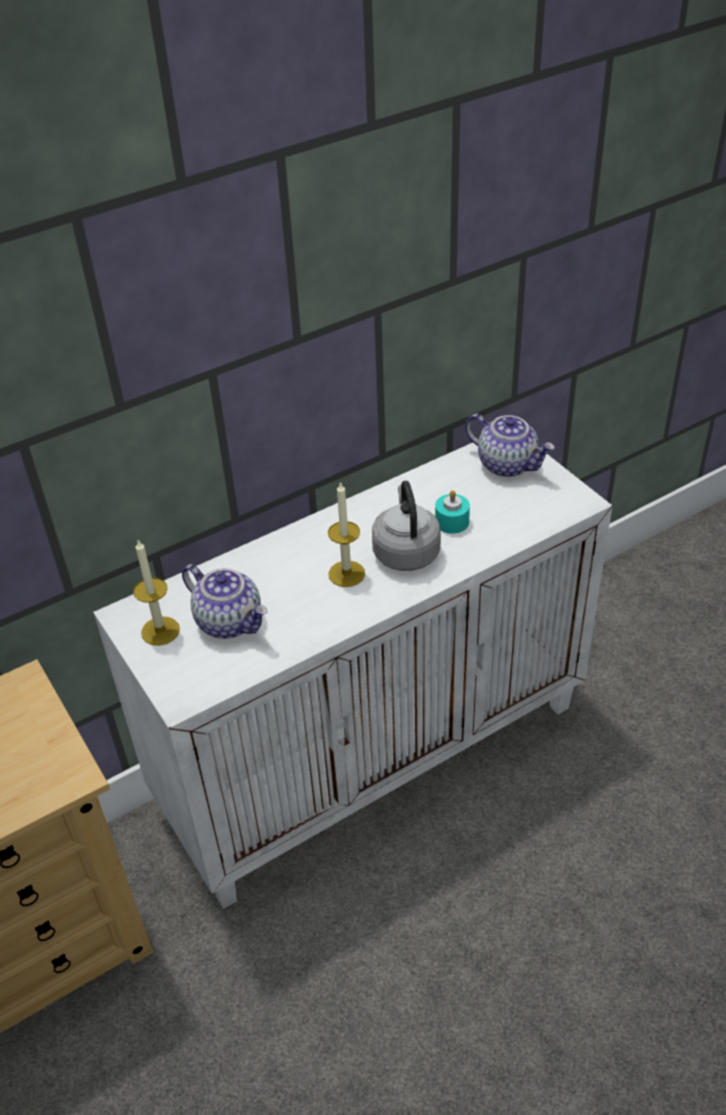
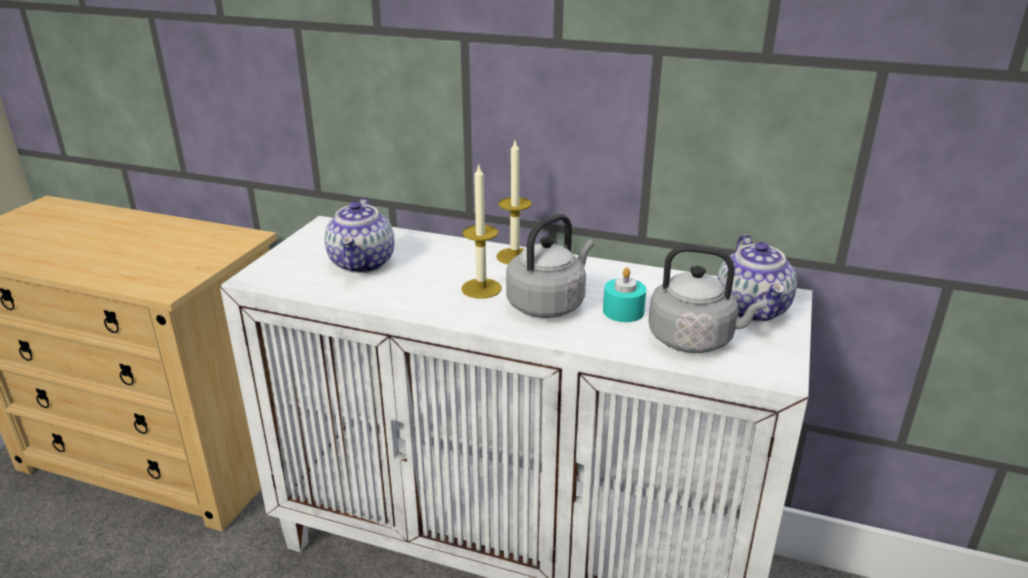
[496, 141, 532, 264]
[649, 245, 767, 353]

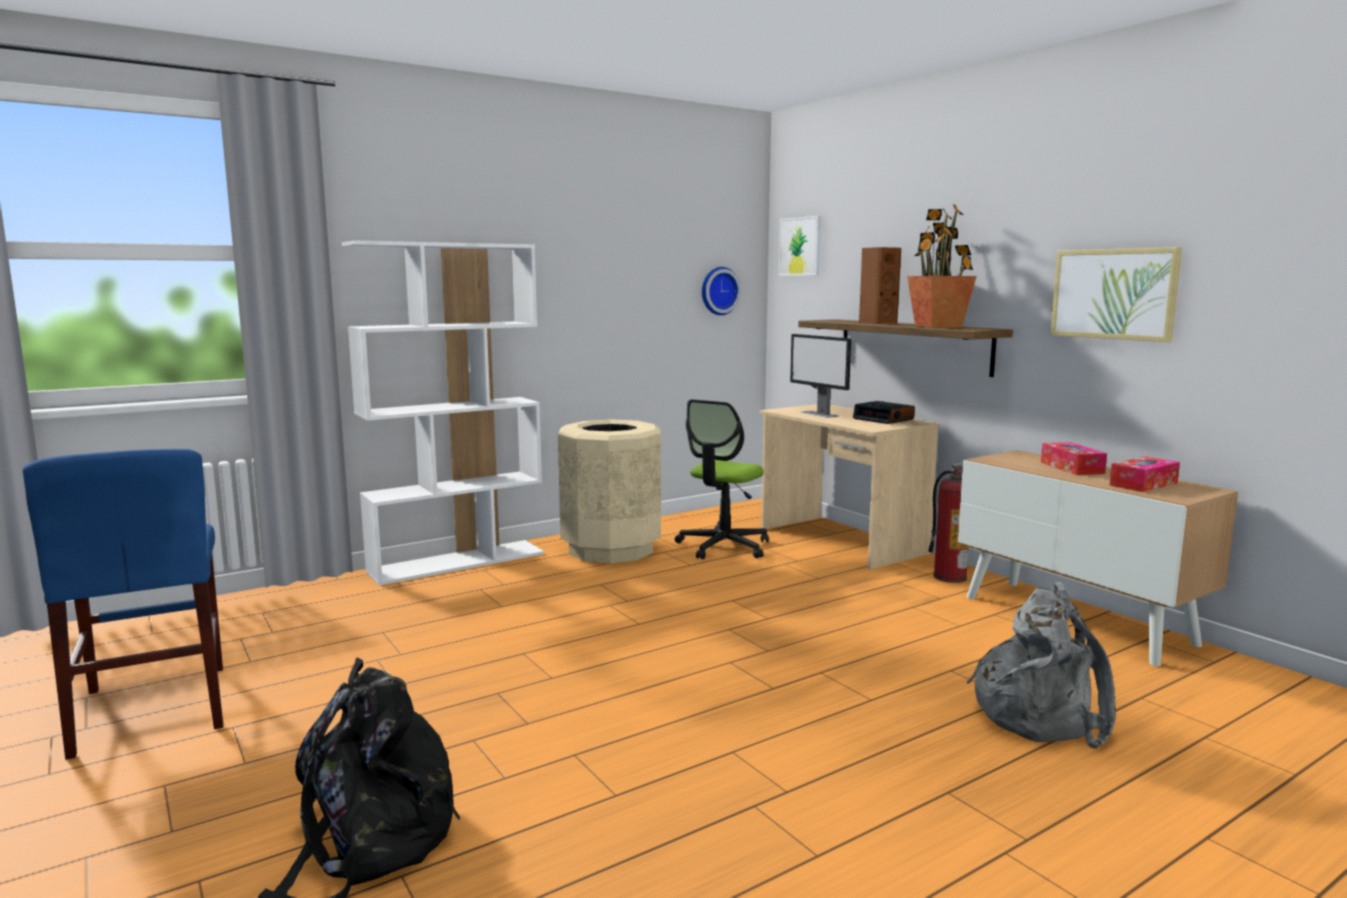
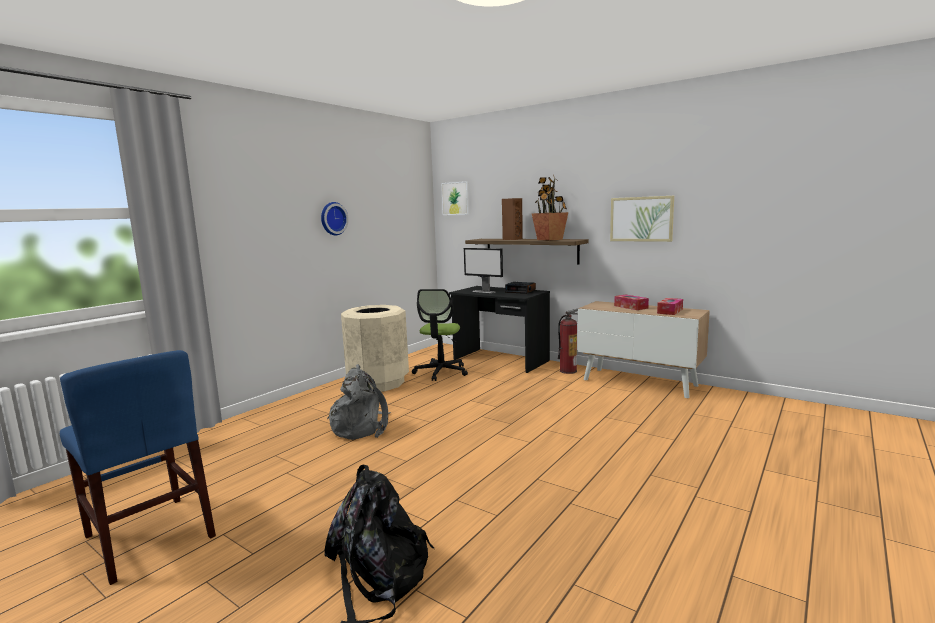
[321, 202, 349, 235]
[327, 364, 391, 440]
[449, 286, 550, 373]
[342, 241, 544, 586] (first image)

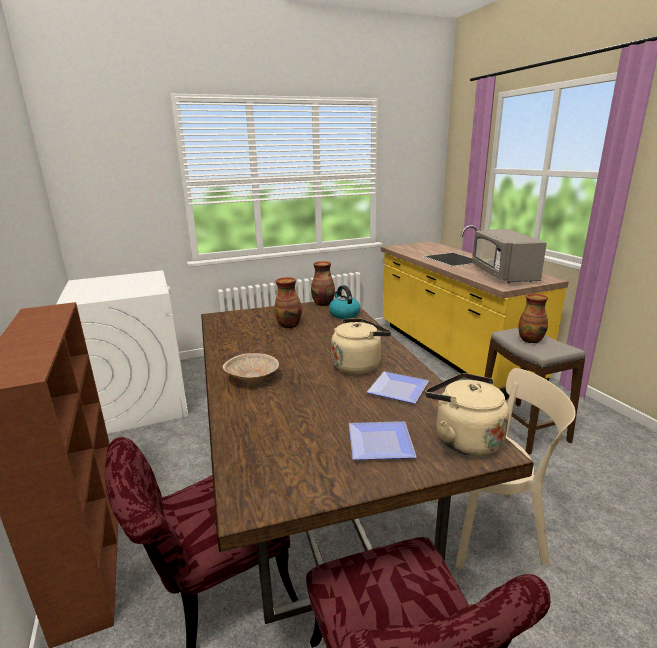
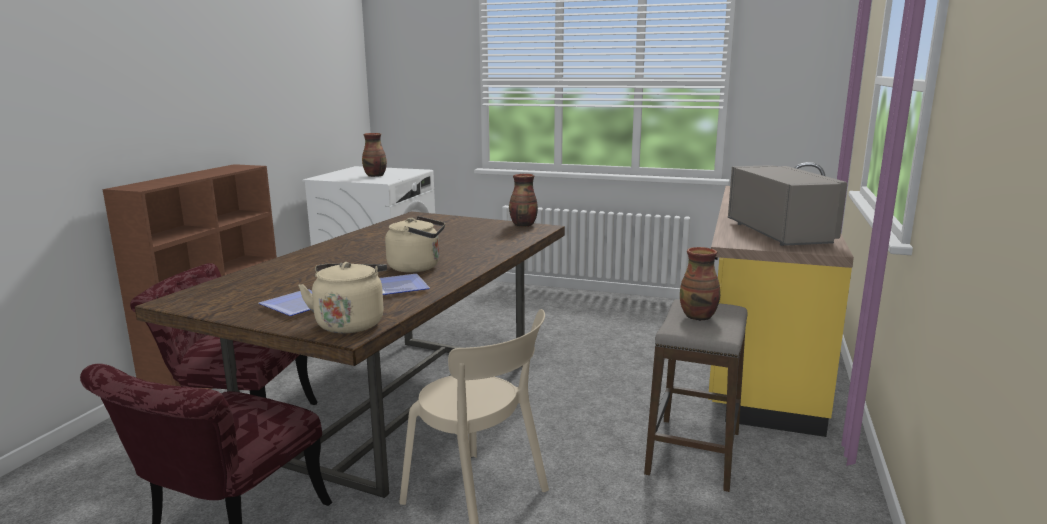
[362, 133, 387, 177]
[728, 165, 847, 246]
[223, 353, 279, 381] (first image)
[329, 285, 360, 319] (first image)

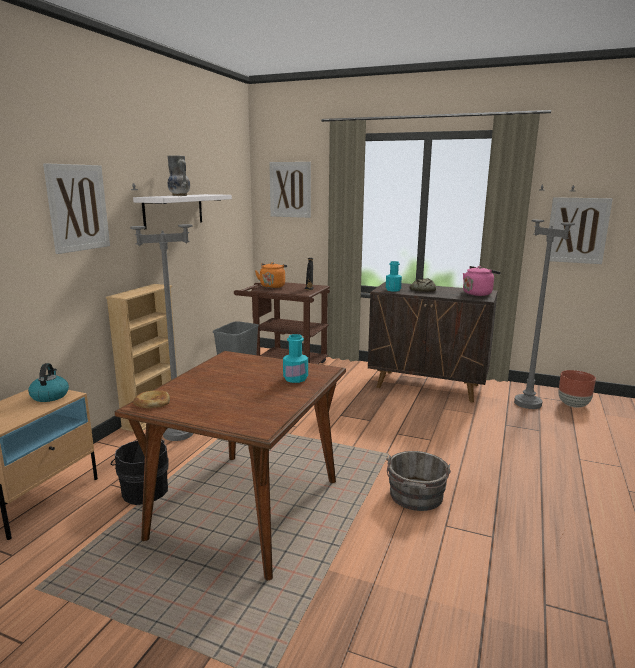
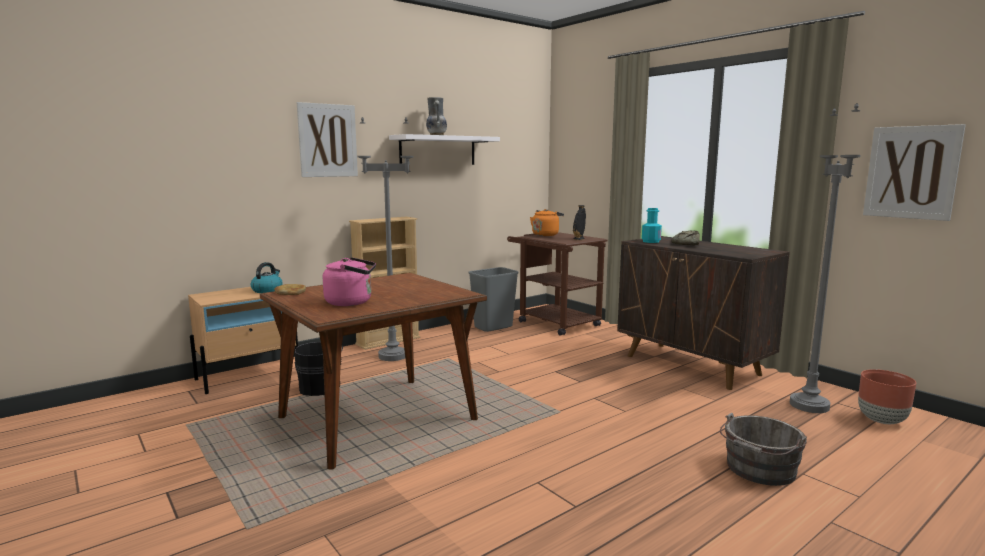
[323, 257, 376, 306]
[720, 413, 807, 486]
[269, 162, 311, 218] (first image)
[283, 334, 308, 383] (first image)

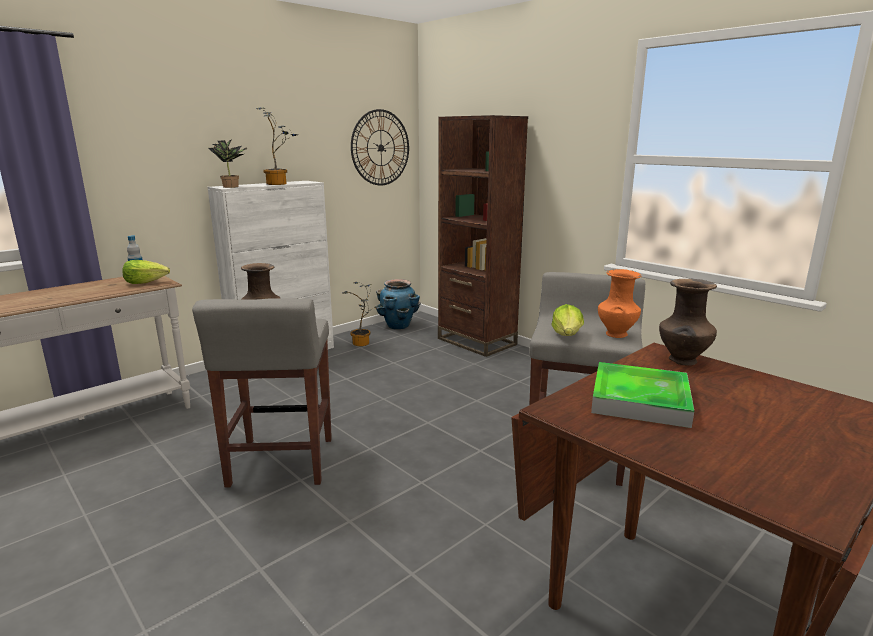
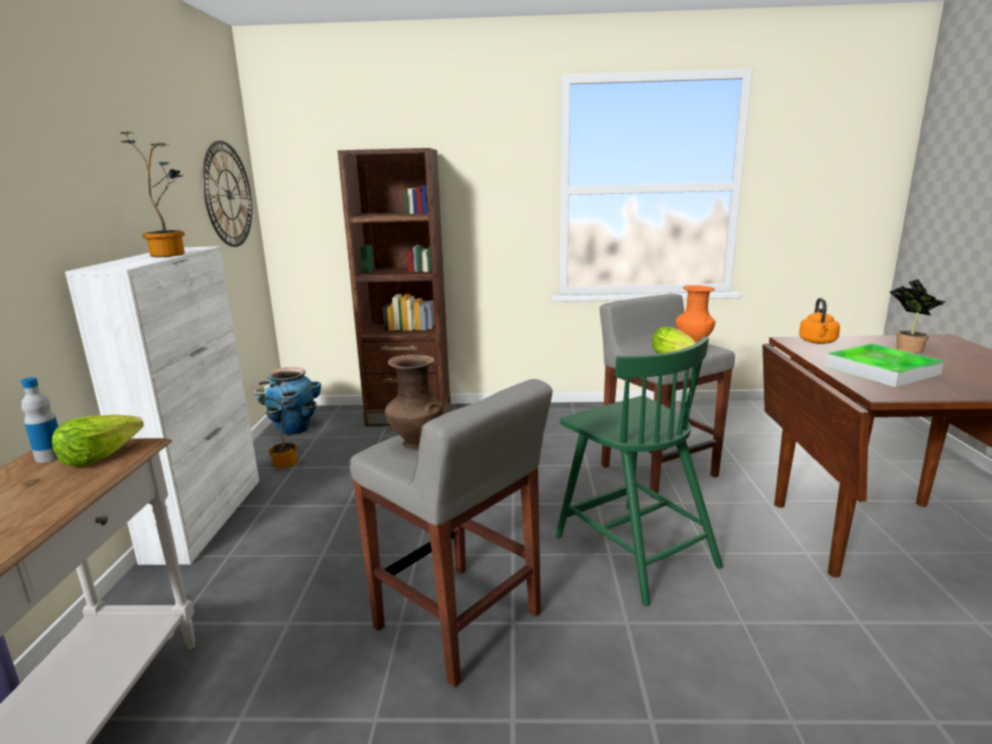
[556, 337, 723, 606]
[799, 298, 840, 344]
[890, 279, 946, 353]

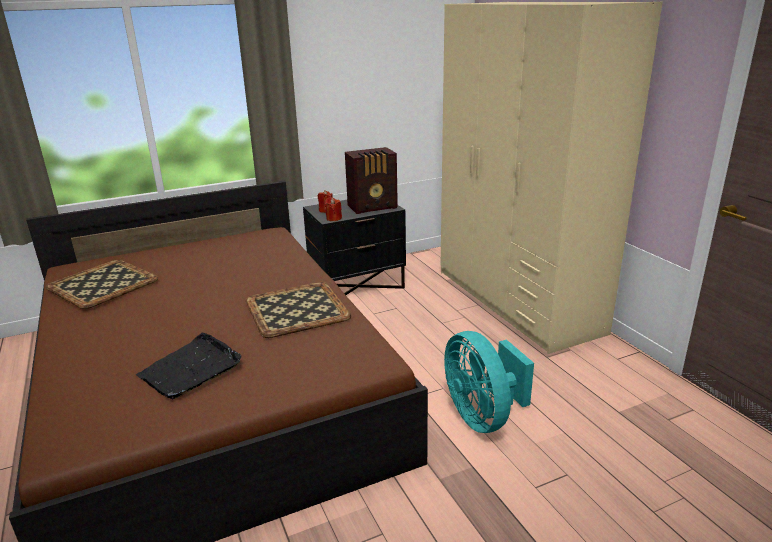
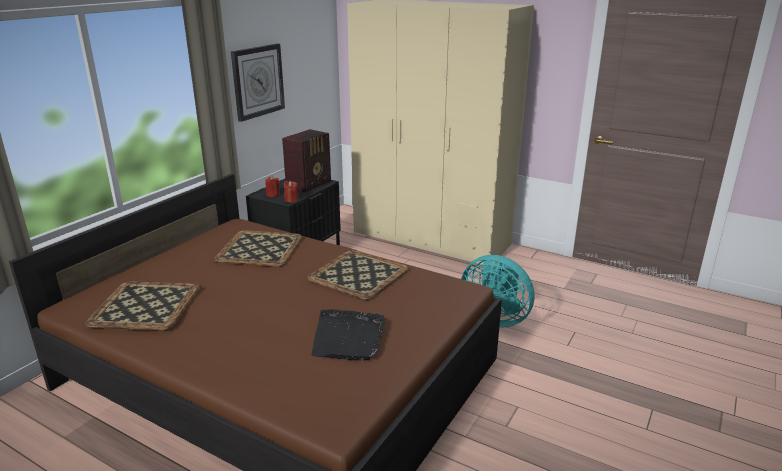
[214, 230, 302, 267]
[231, 44, 285, 122]

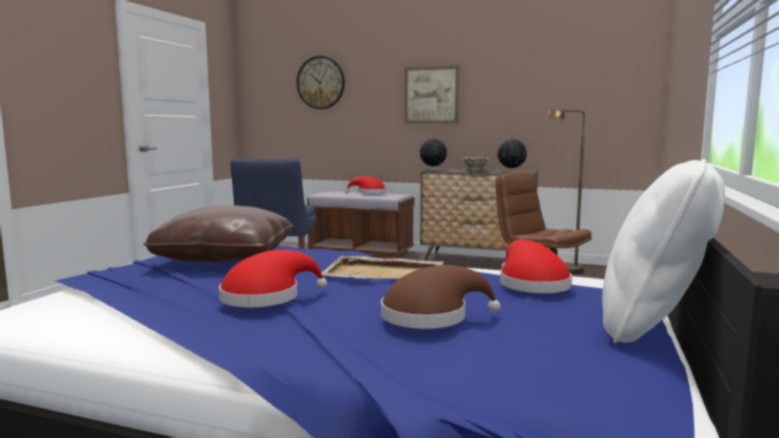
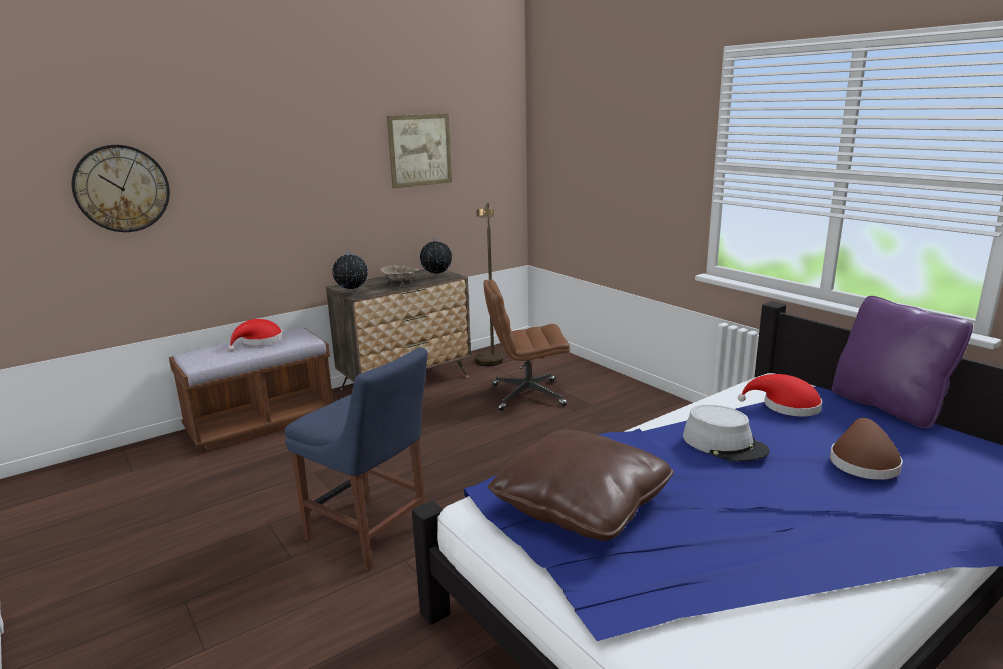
[387, 114, 452, 188]
[683, 405, 770, 462]
[832, 296, 973, 429]
[219, 250, 327, 307] (first image)

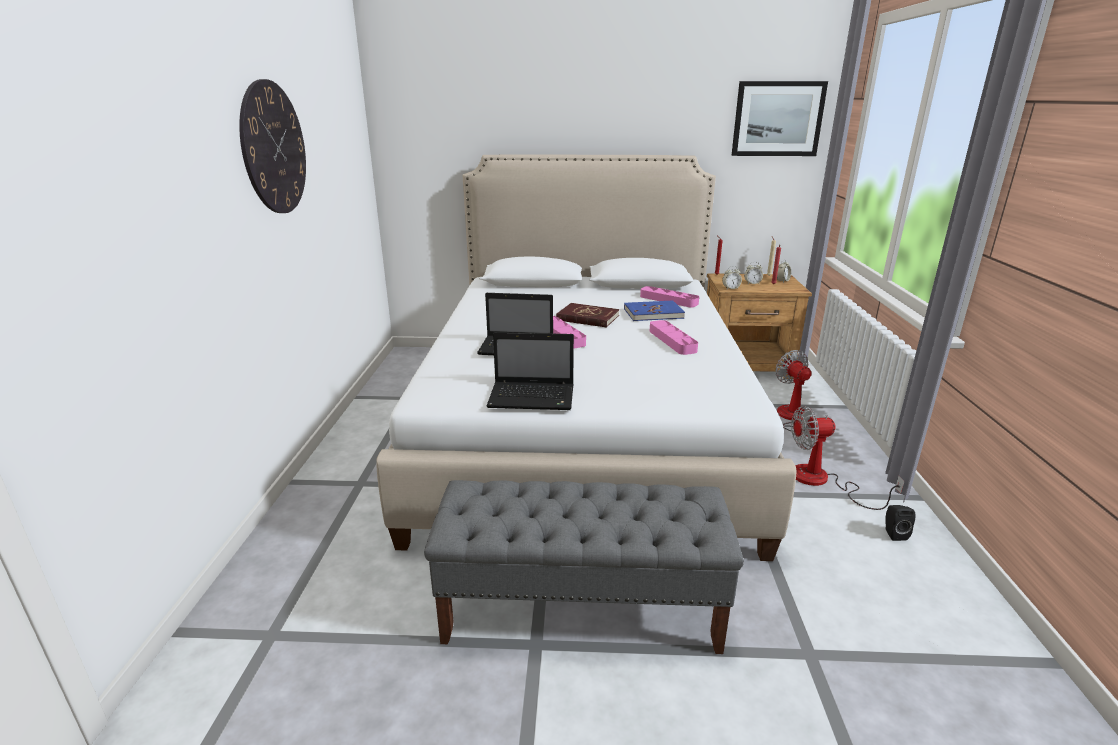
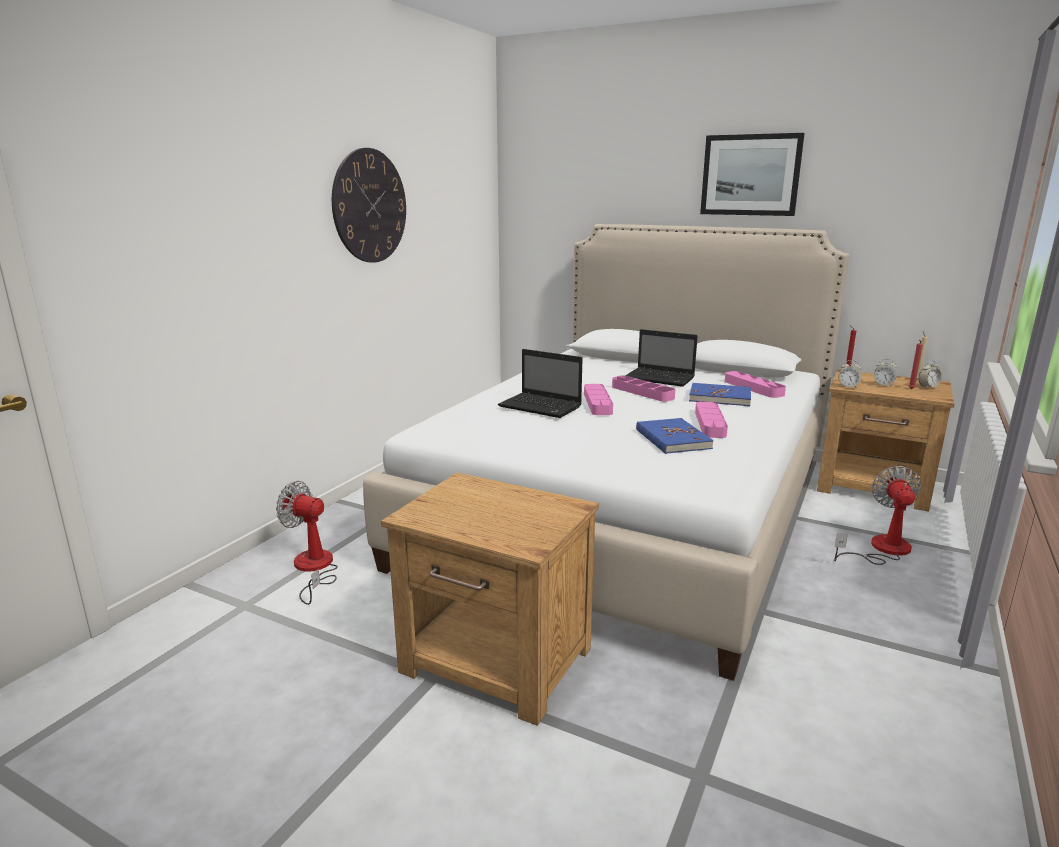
[276, 481, 338, 605]
[381, 472, 599, 726]
[612, 375, 675, 402]
[625, 329, 698, 387]
[636, 418, 713, 454]
[700, 133, 805, 216]
[885, 505, 915, 541] (first image)

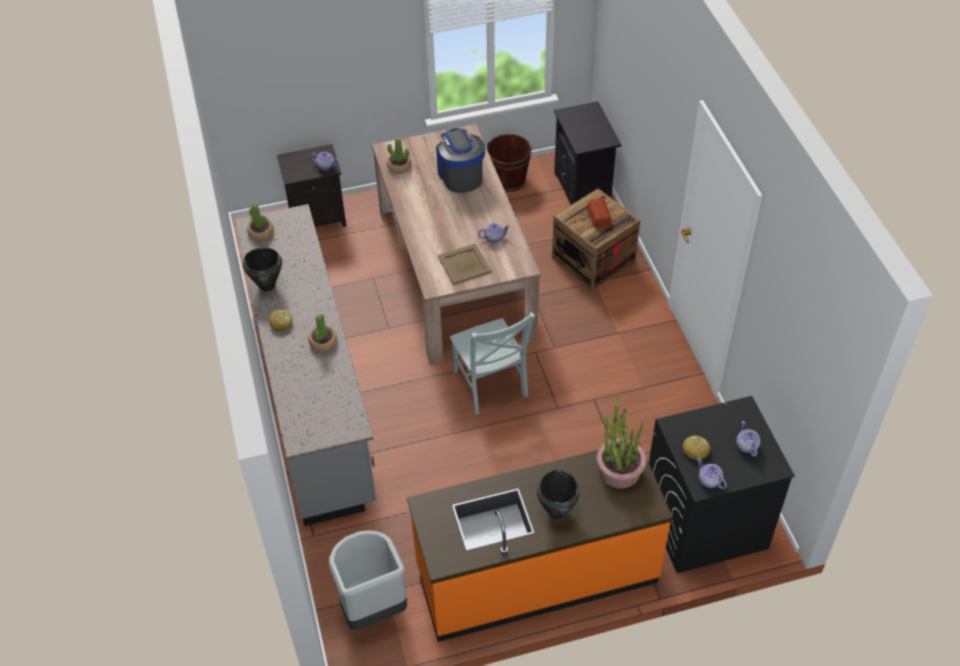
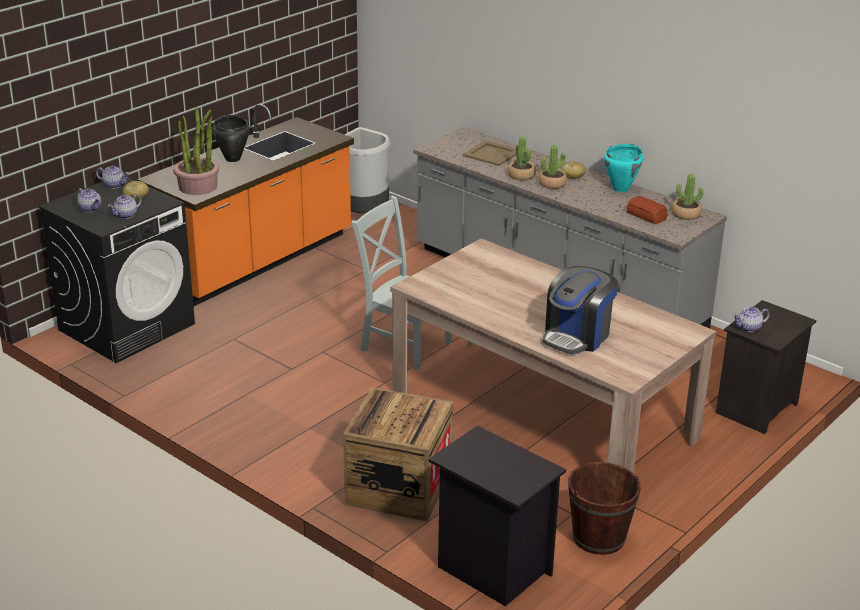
[108, 194, 141, 219]
[463, 140, 516, 166]
[539, 145, 567, 189]
[543, 266, 619, 354]
[604, 144, 643, 192]
[627, 196, 667, 224]

